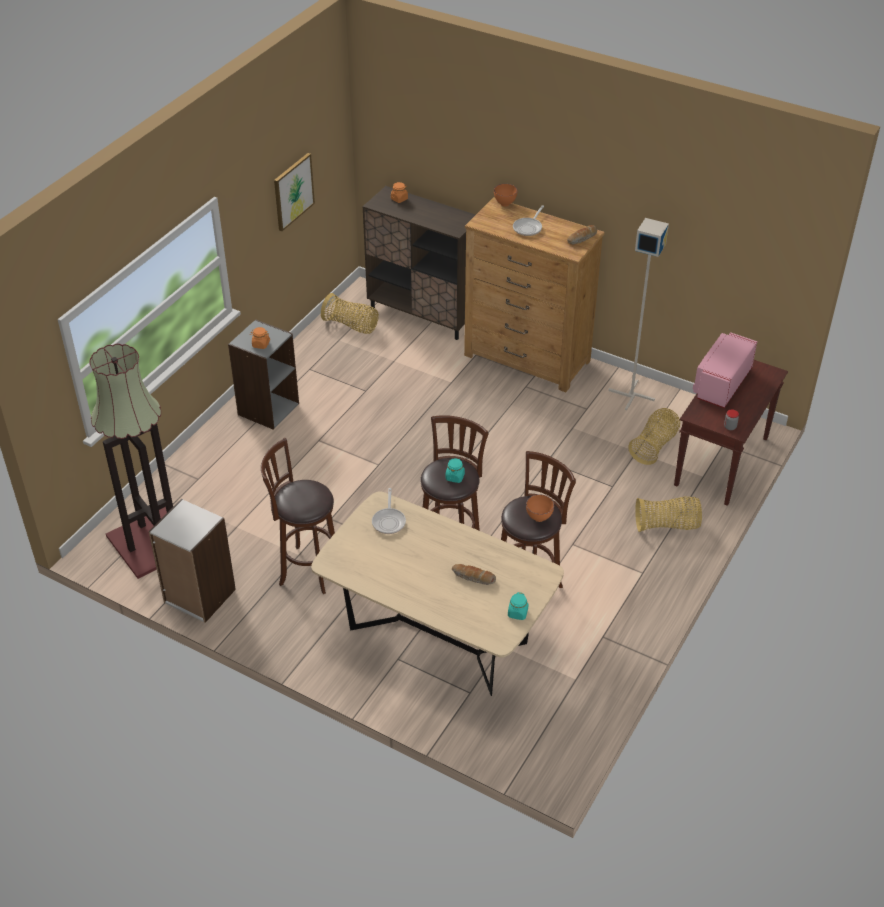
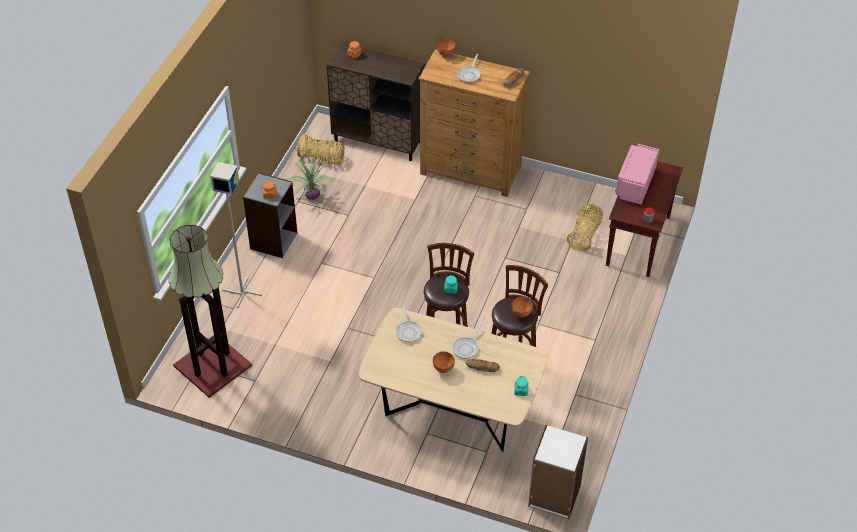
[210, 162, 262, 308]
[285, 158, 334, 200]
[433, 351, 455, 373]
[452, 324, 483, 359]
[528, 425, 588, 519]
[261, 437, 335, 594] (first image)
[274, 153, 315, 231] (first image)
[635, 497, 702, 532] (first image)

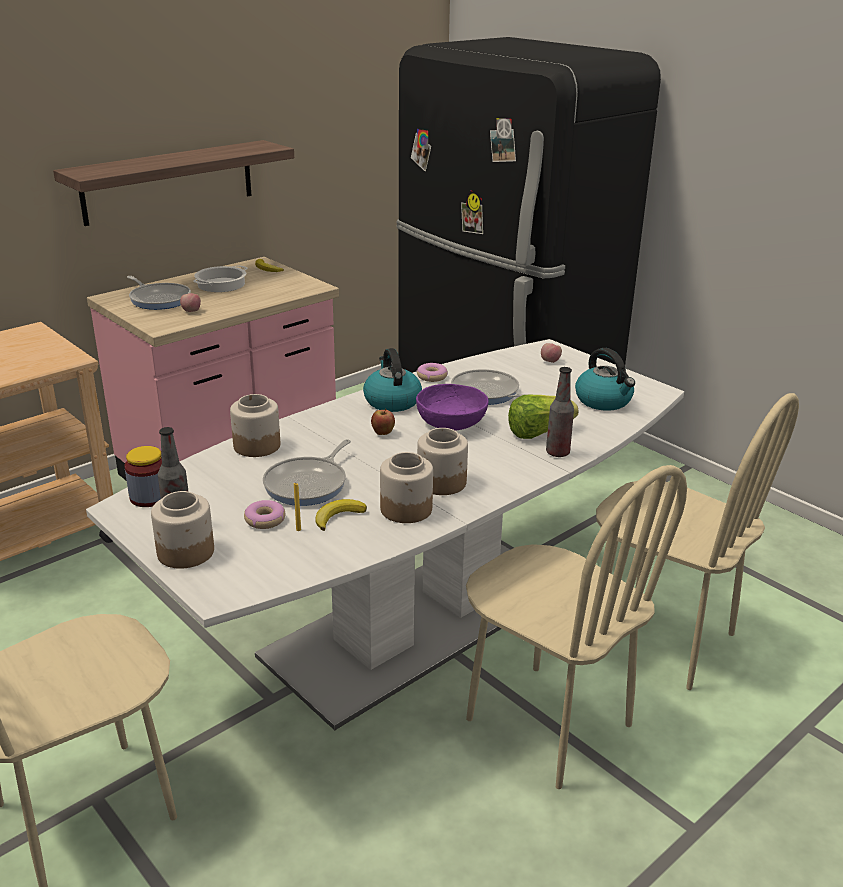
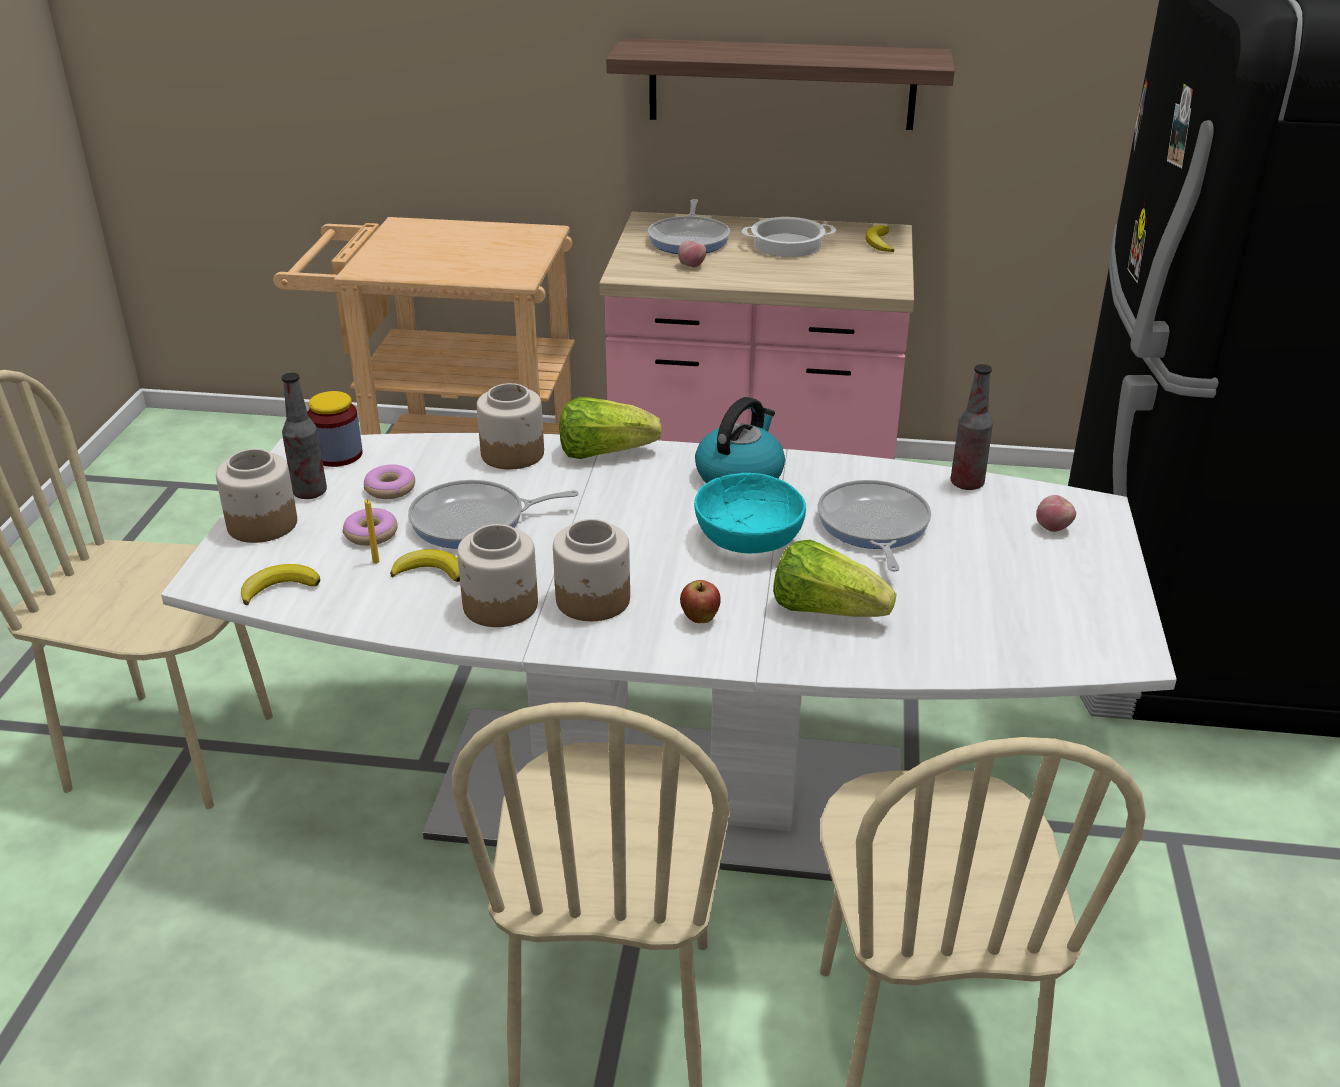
[241, 564, 320, 605]
[364, 464, 415, 499]
[560, 397, 662, 459]
[680, 580, 721, 623]
[694, 473, 806, 554]
[951, 364, 993, 490]
[575, 348, 635, 411] (first image)

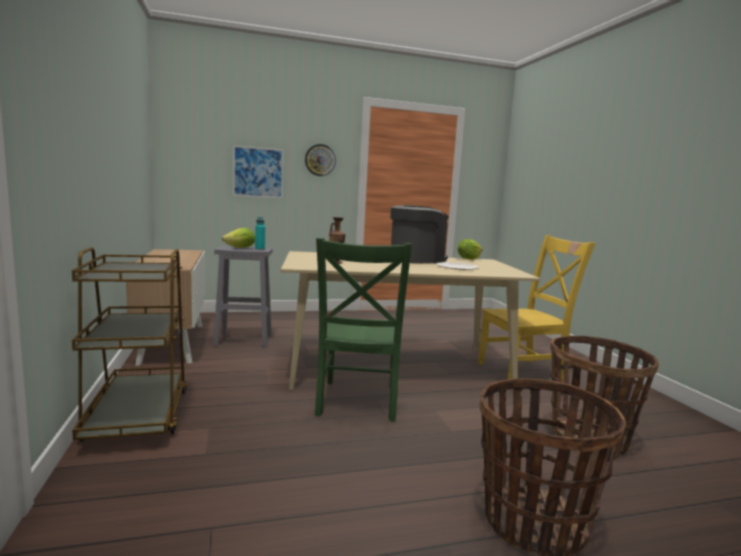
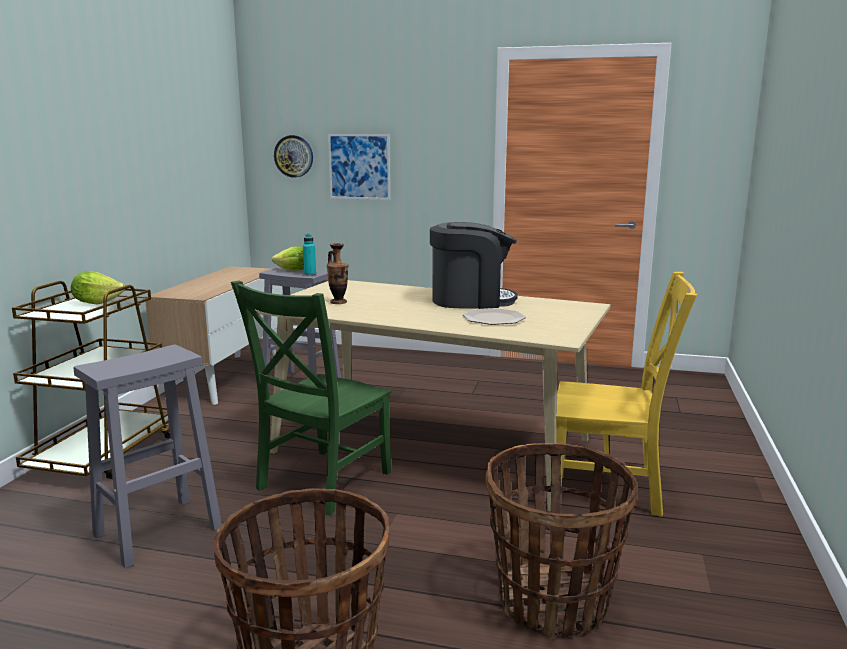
[71, 271, 125, 304]
[74, 345, 222, 569]
[274, 135, 313, 178]

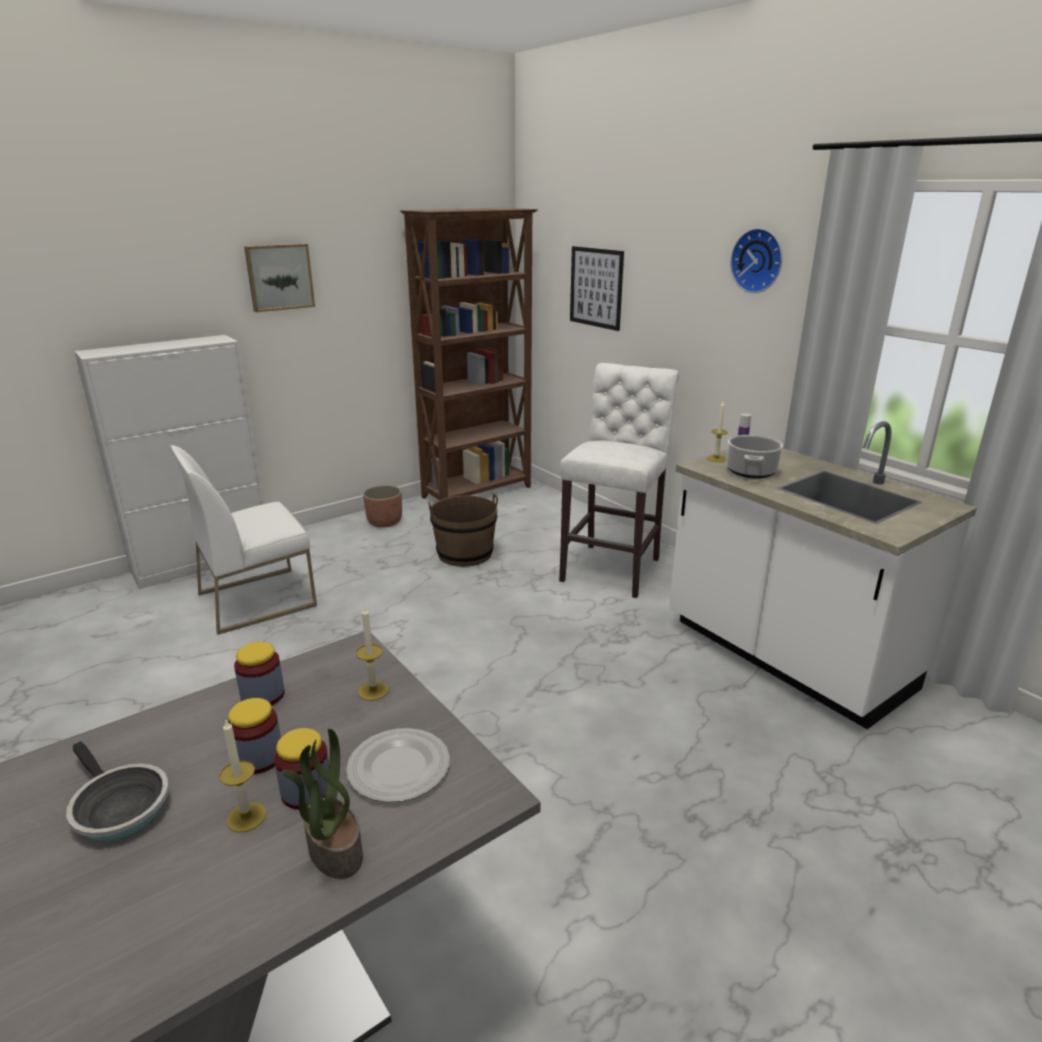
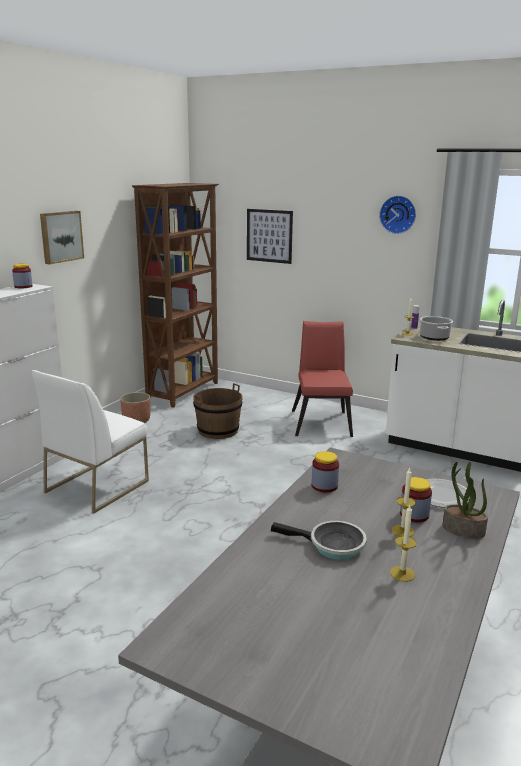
[12, 264, 33, 288]
[292, 321, 353, 437]
[390, 505, 417, 582]

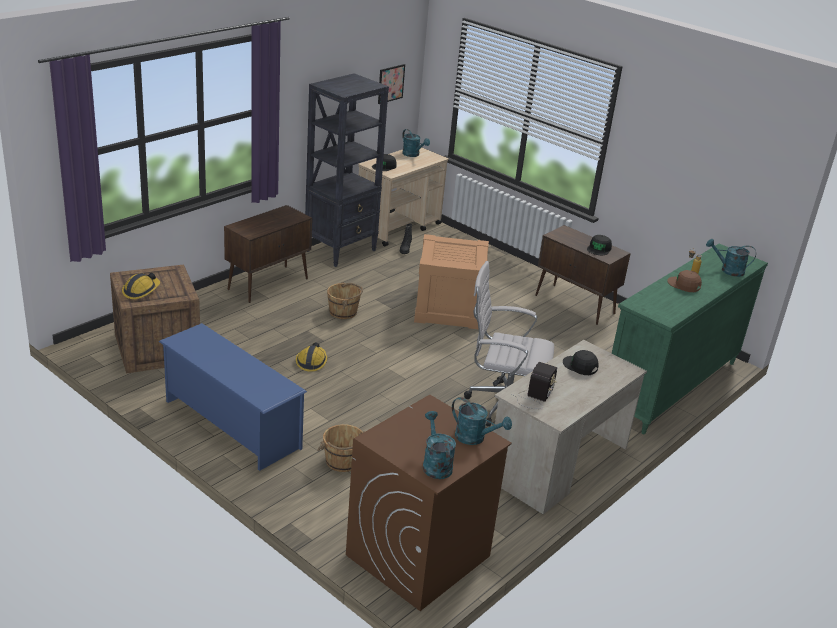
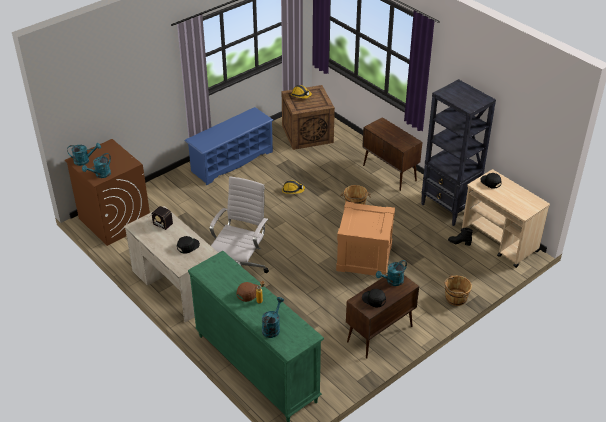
[376, 260, 407, 286]
[444, 275, 472, 306]
[378, 64, 405, 104] (first image)

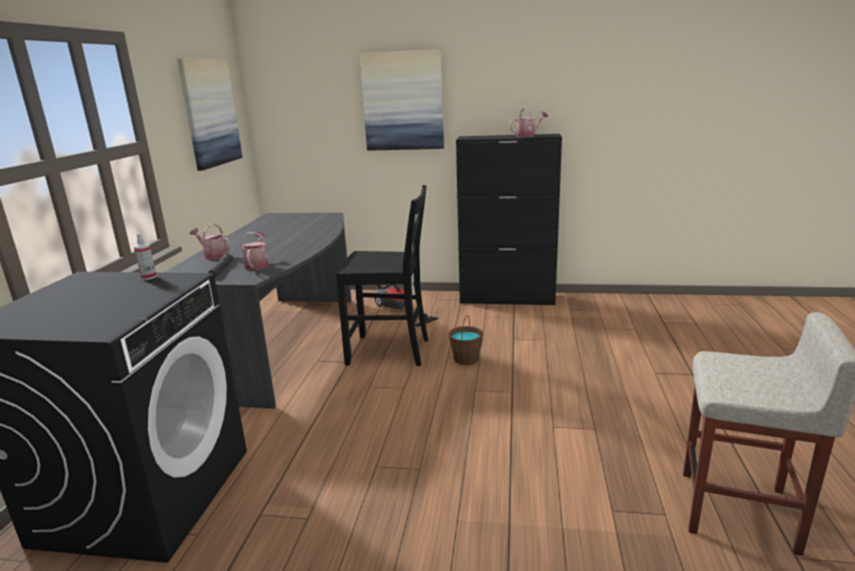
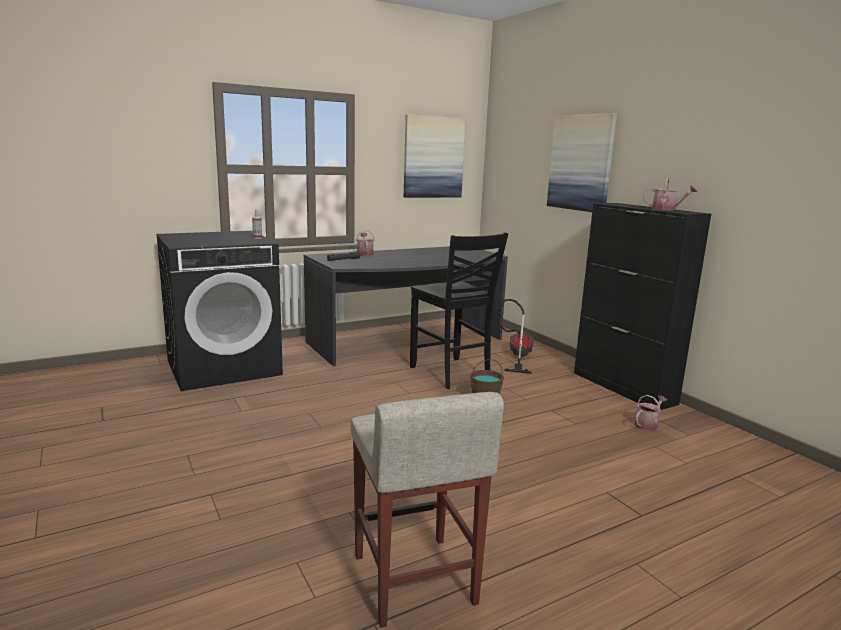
[634, 395, 667, 431]

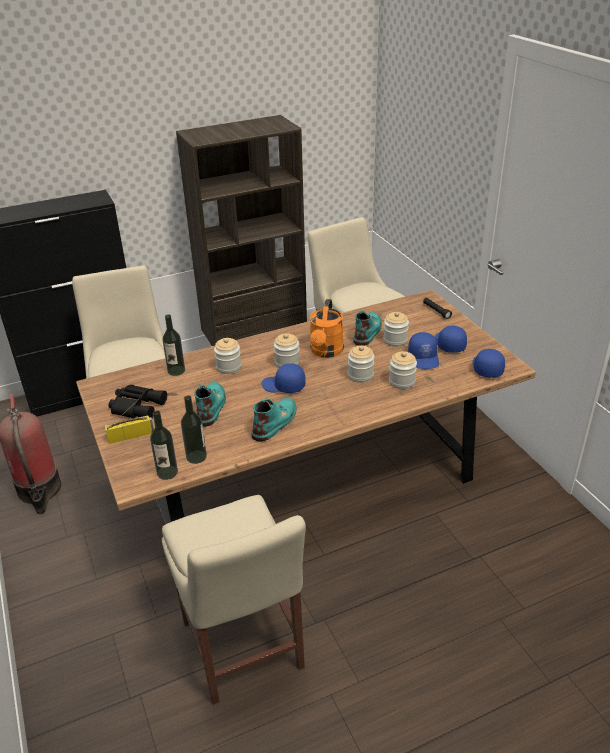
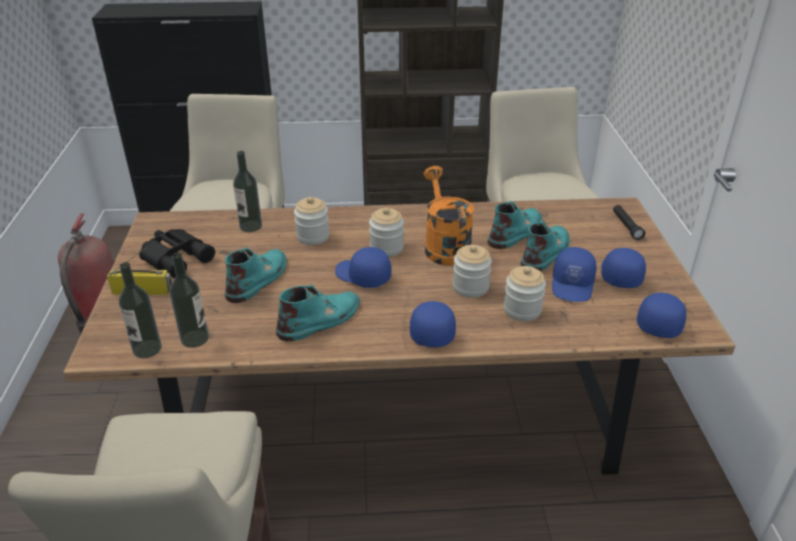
[410, 301, 456, 347]
[423, 166, 474, 266]
[521, 221, 570, 271]

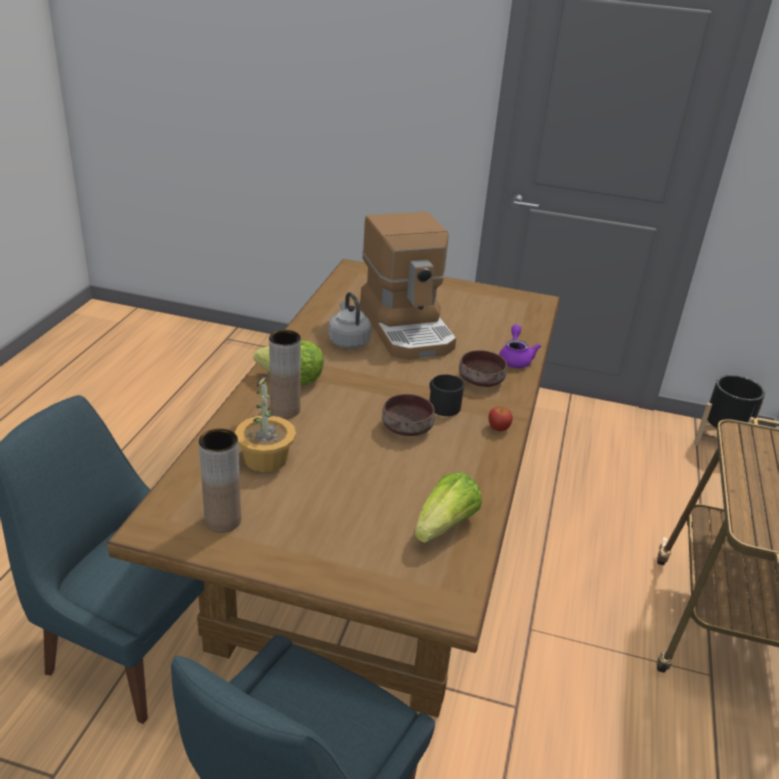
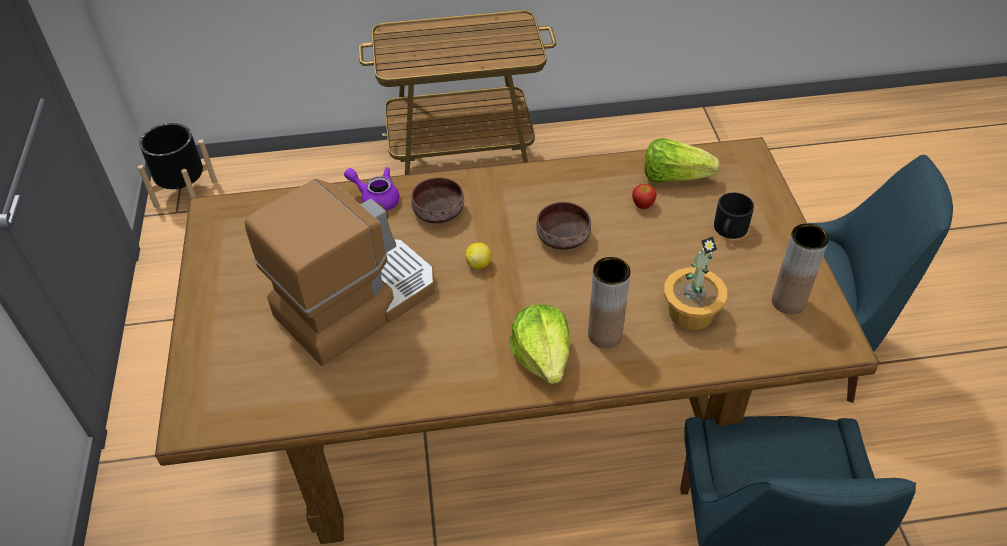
[344, 167, 400, 211]
[465, 243, 492, 269]
[632, 184, 657, 209]
[714, 193, 754, 239]
[328, 292, 371, 349] (first image)

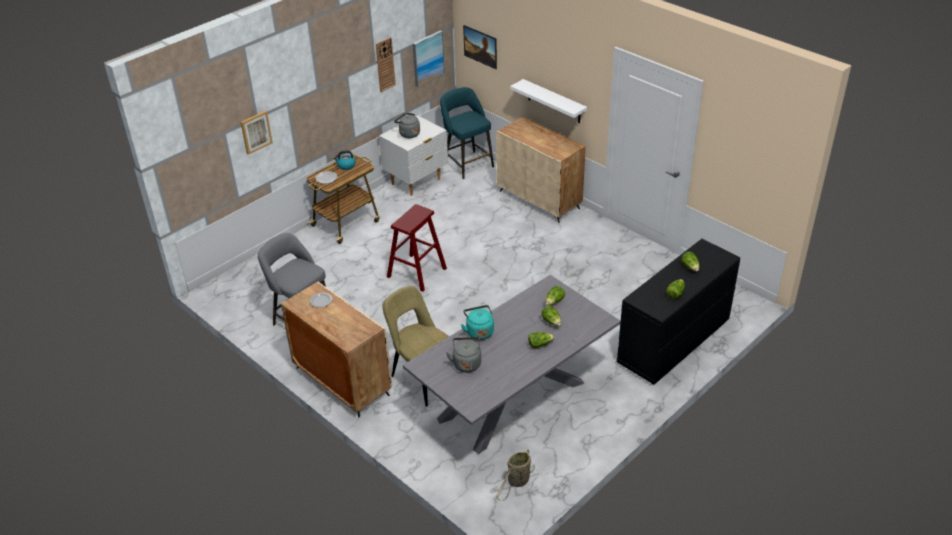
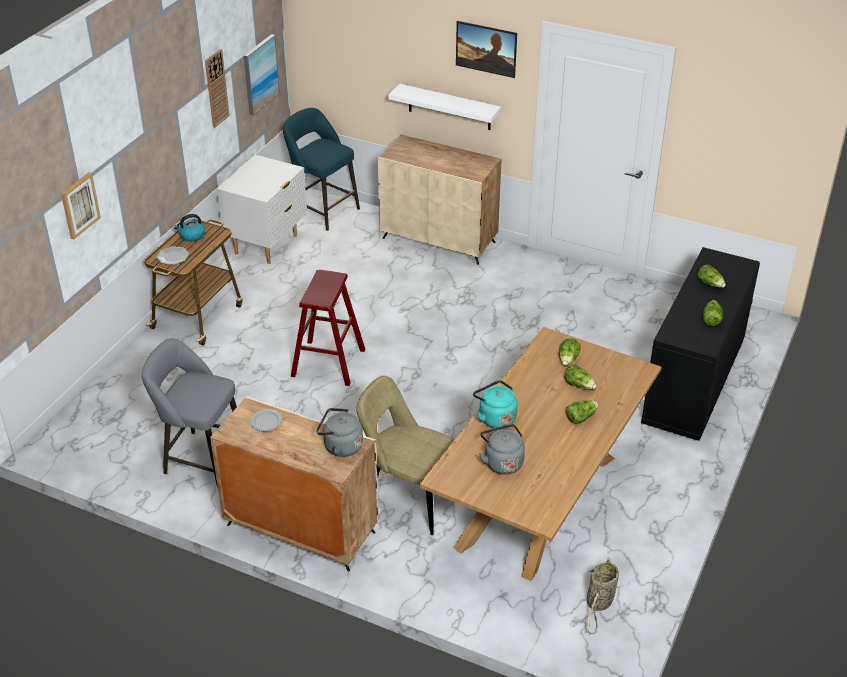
[316, 408, 363, 457]
[420, 327, 662, 581]
[456, 21, 517, 78]

